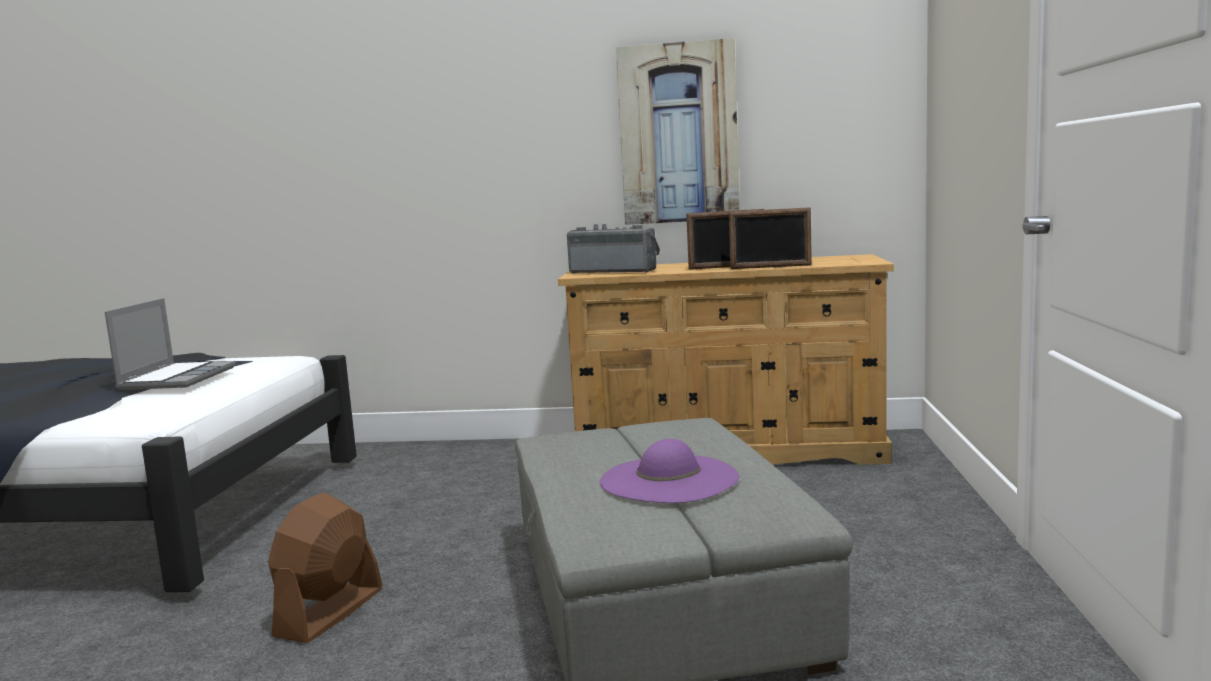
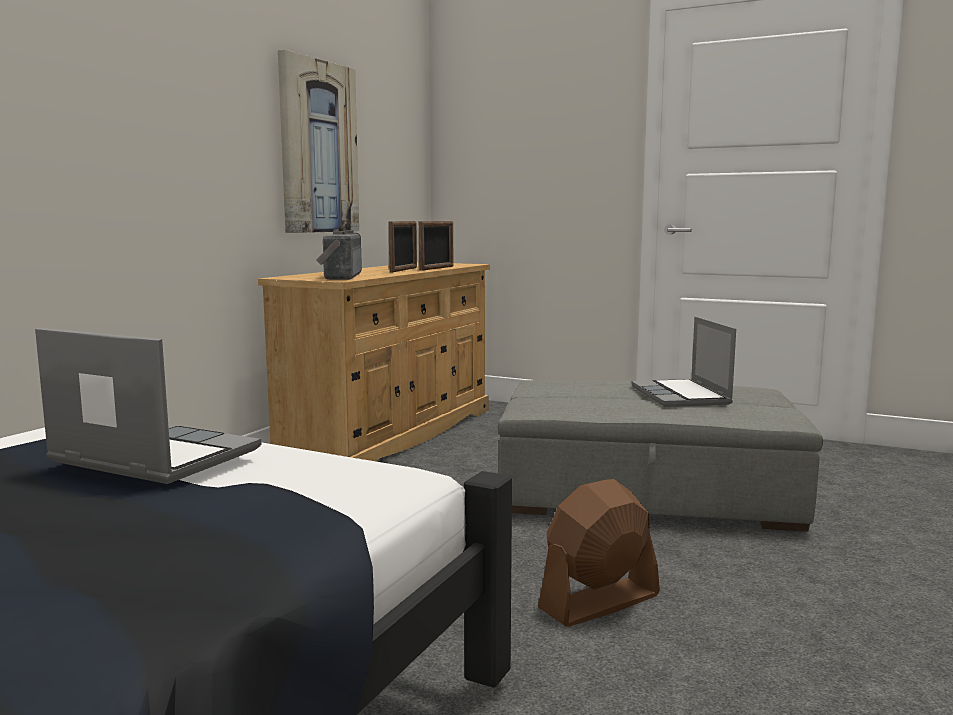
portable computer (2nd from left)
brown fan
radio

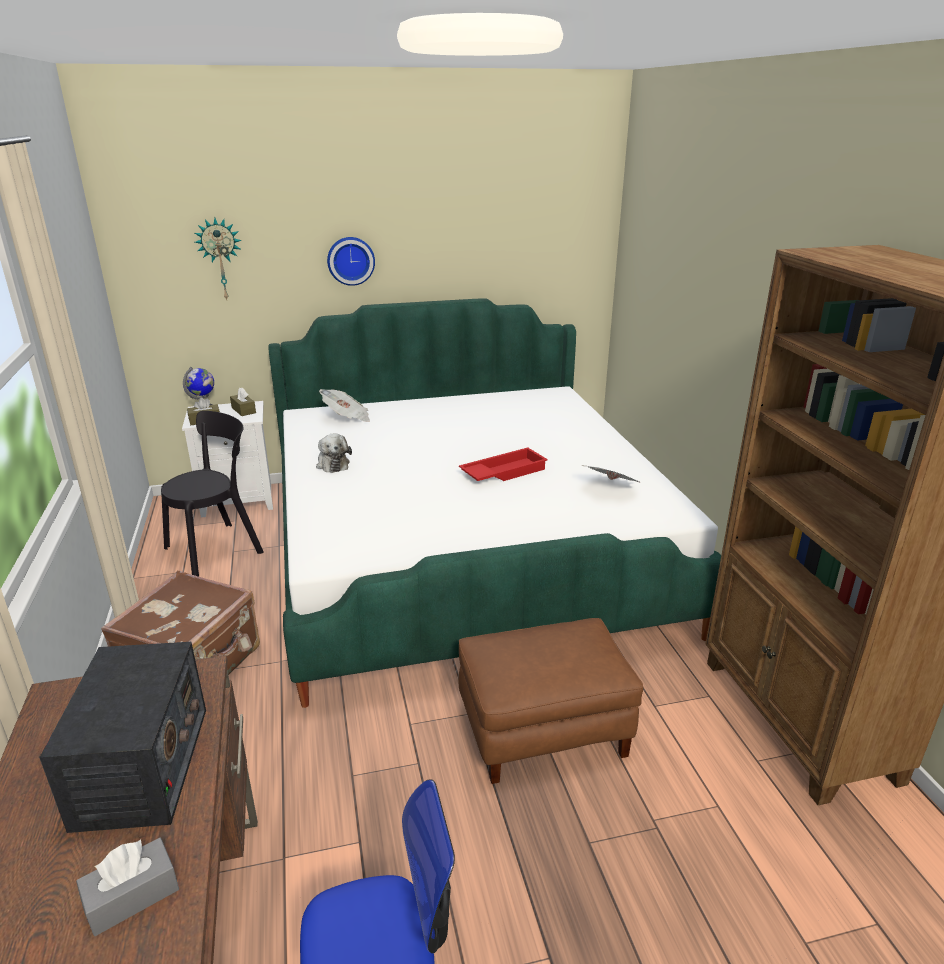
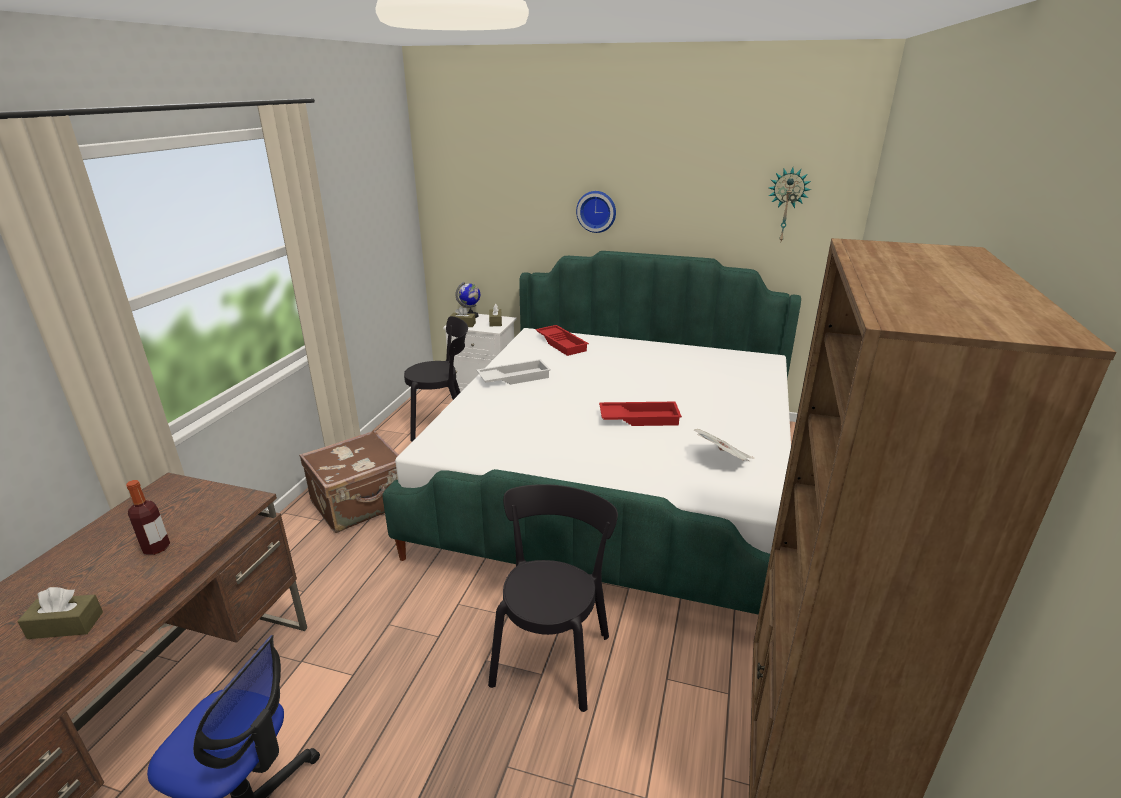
hanging clock (2nd from left)
drink bottle
white carrying tray
reddish carrying tray (1st from left)
black-coloured plain chair (2nd from left)
brown box of tissues (1st from left)

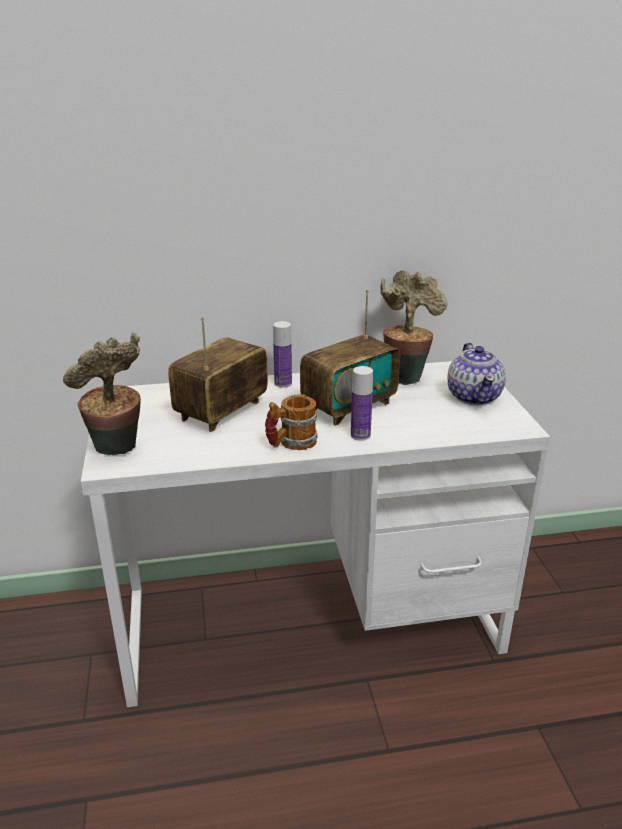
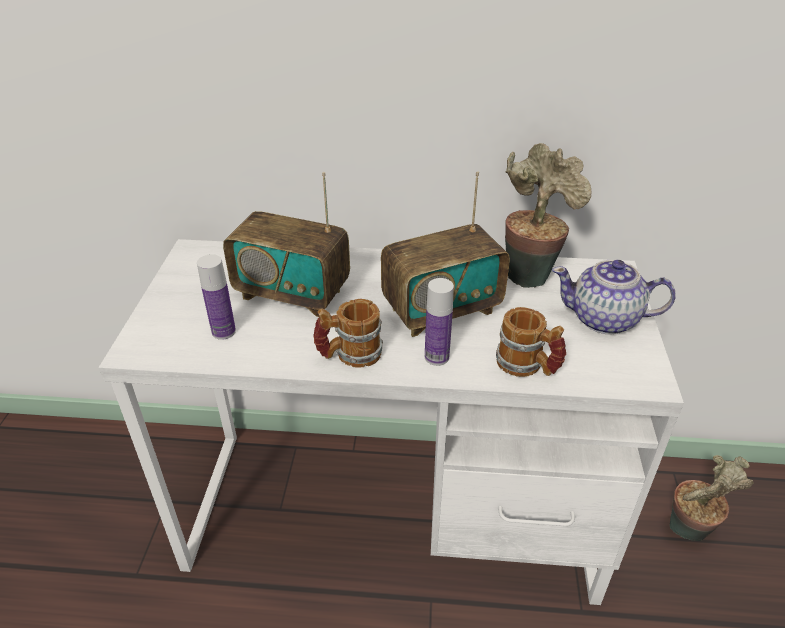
tea mug (2nd from left)
potted plant (2nd from left)
drink bottle (1st from left)
radio (1st from left)
pot for tea

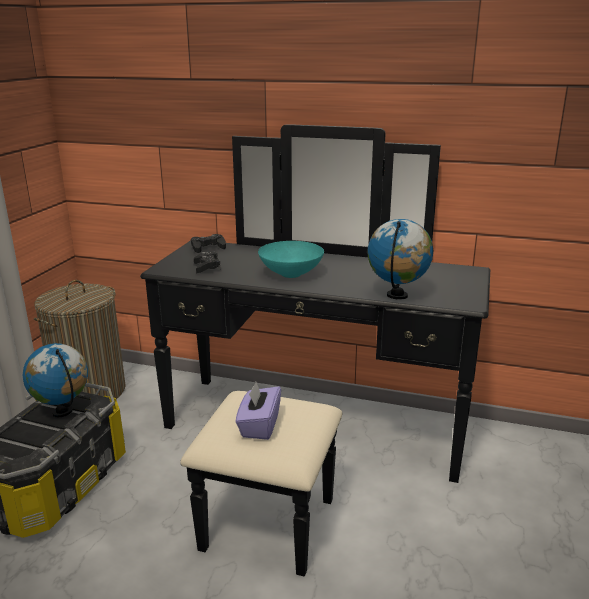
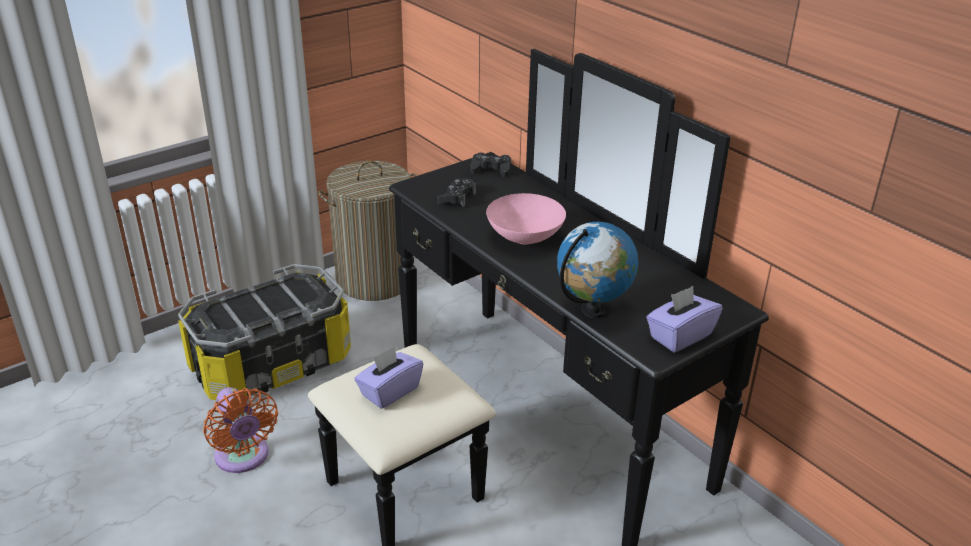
world globe (1st from left in the first image)
orange fan
purplish box of tissues (2nd from left)
pink serving bowl

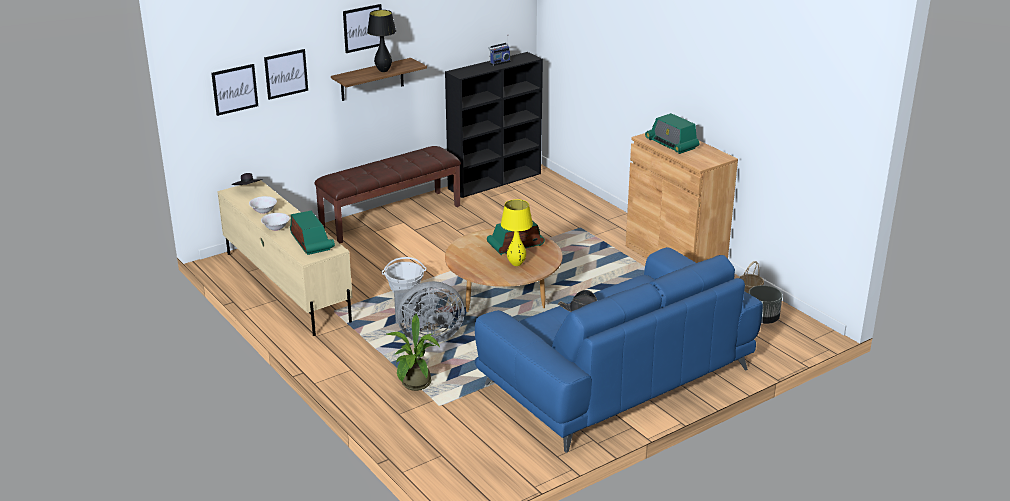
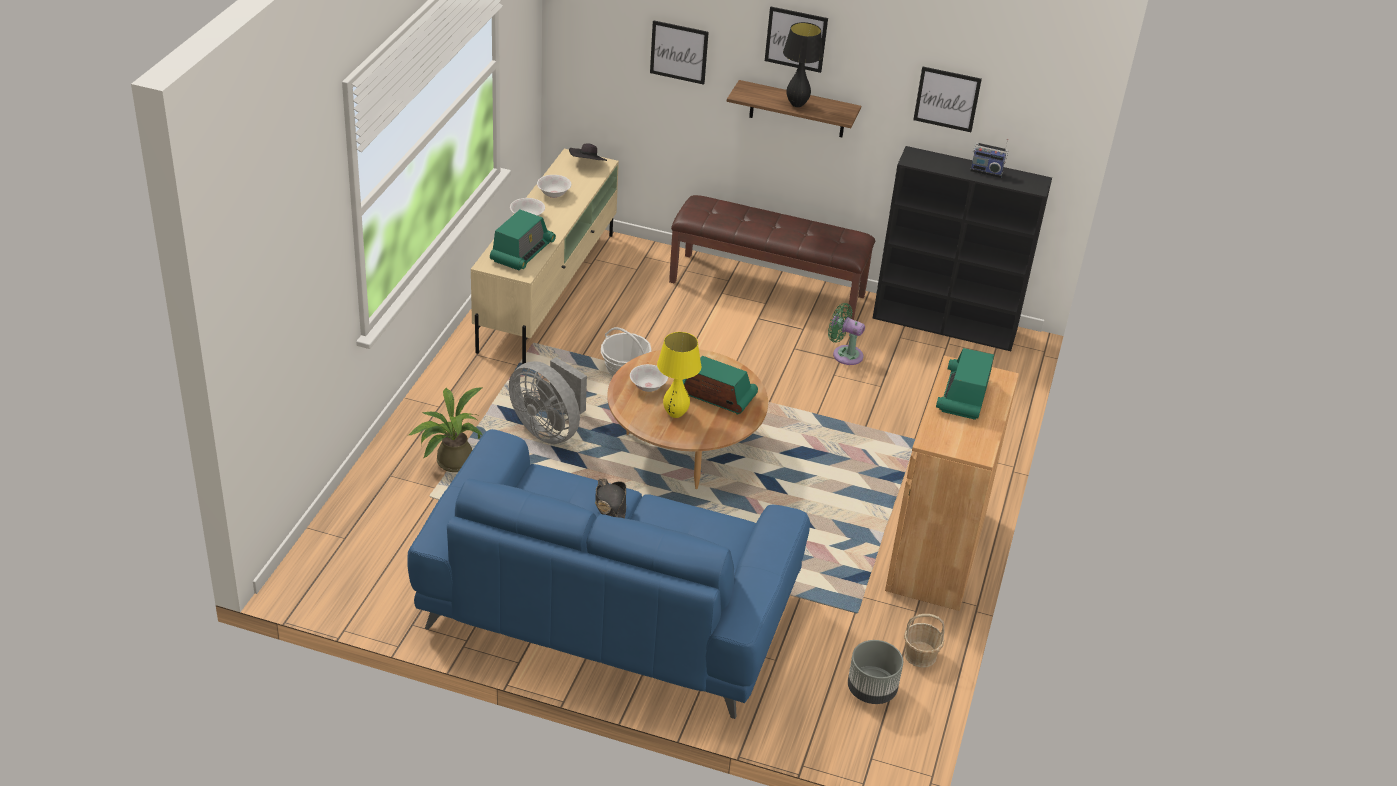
white serving bowl (3rd from left)
greenish fan
wall picture (3rd from left)

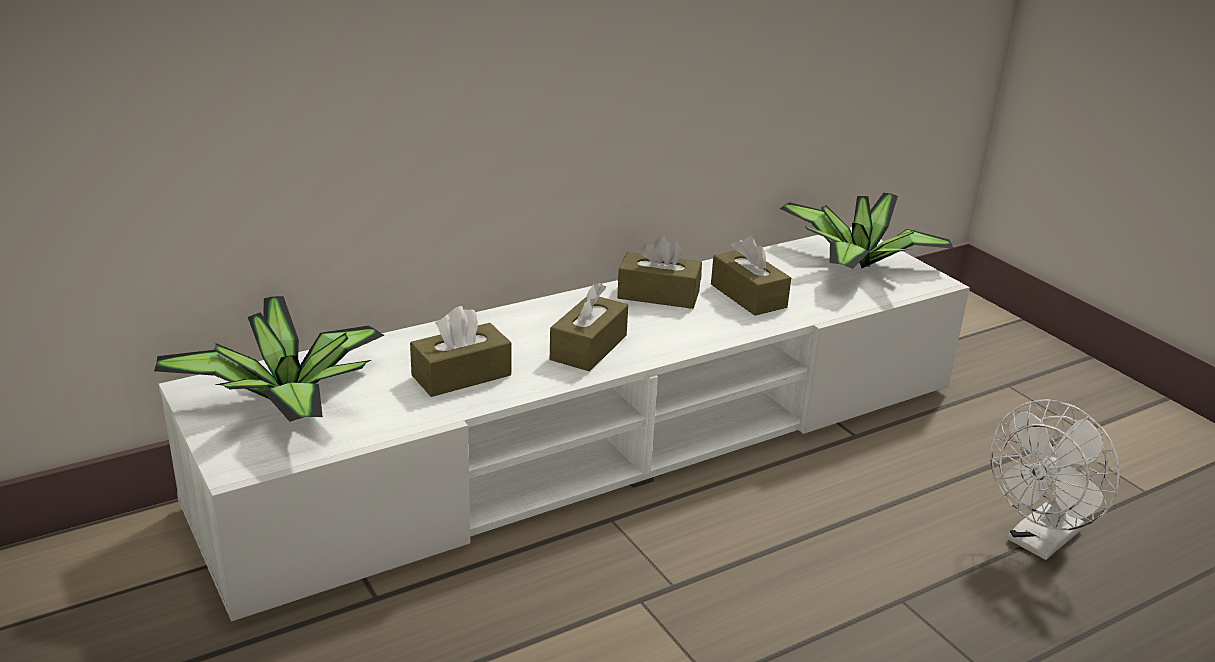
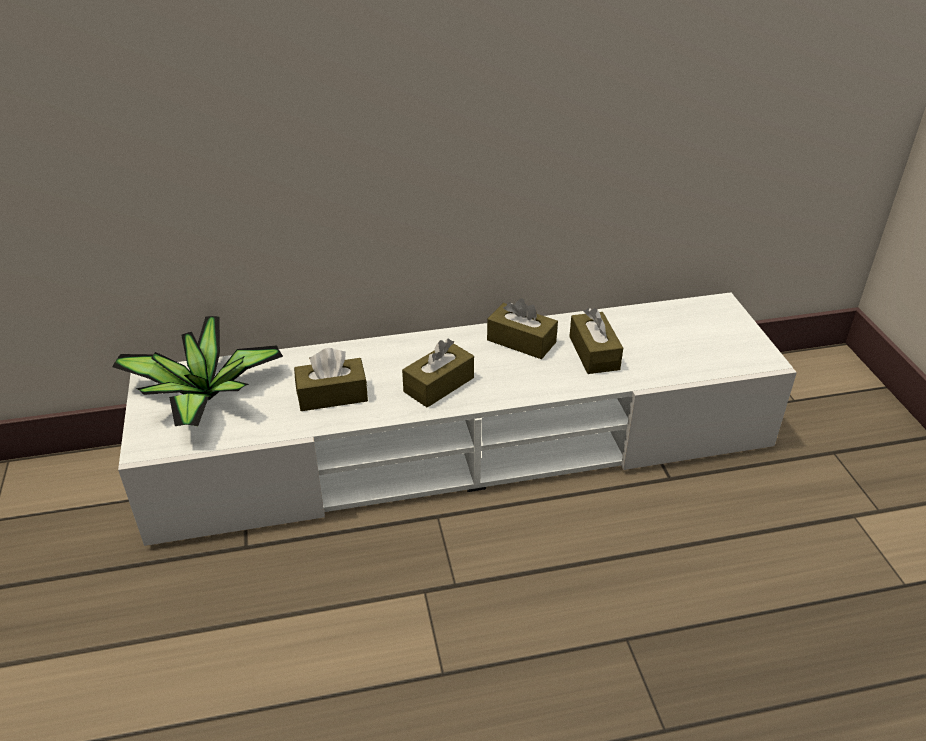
potted plant (2nd from left in the first image)
white fan

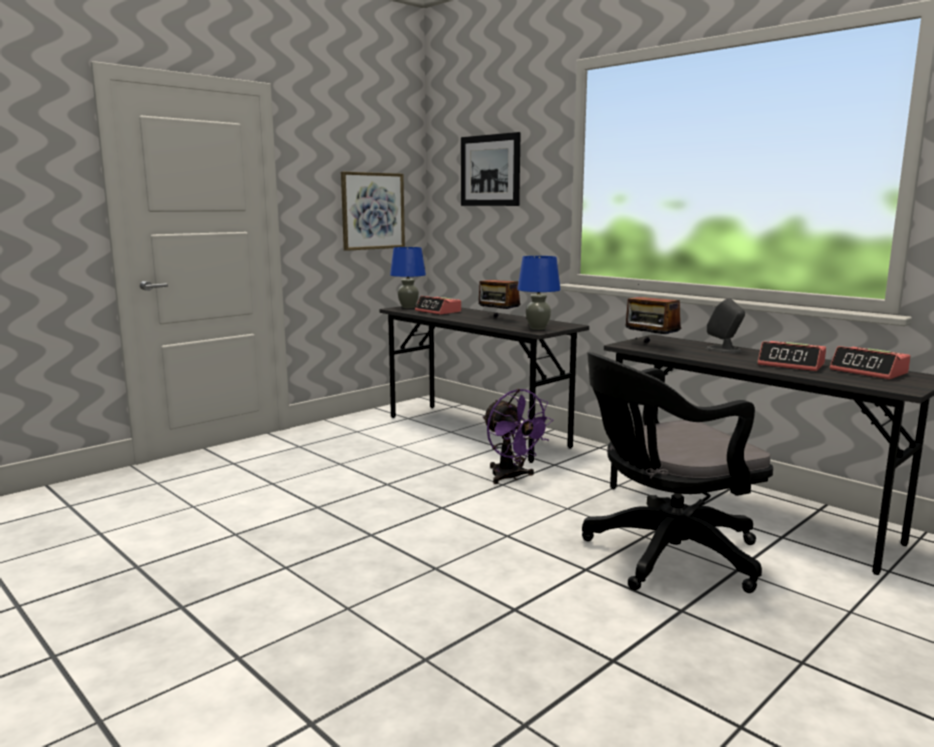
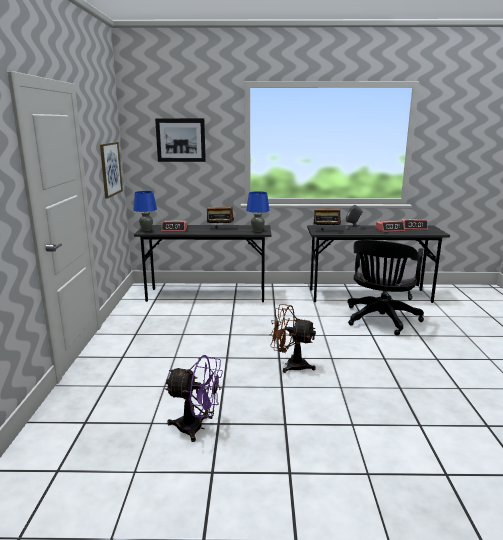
brown fan
purplish fan

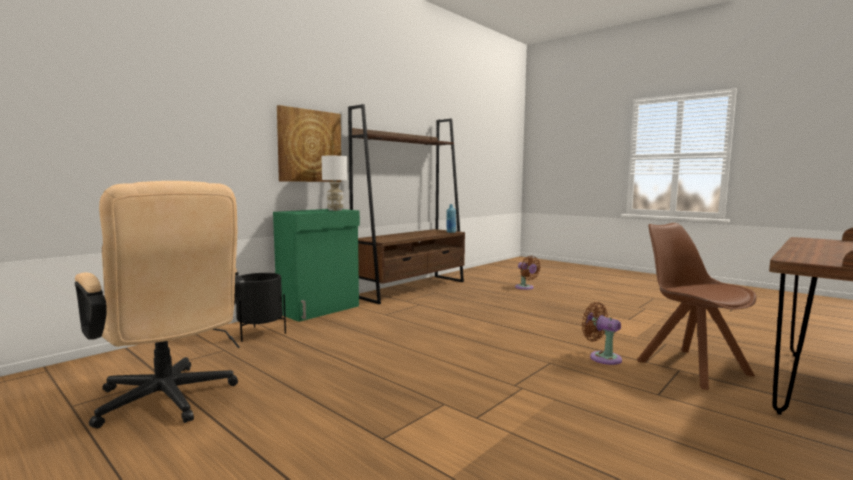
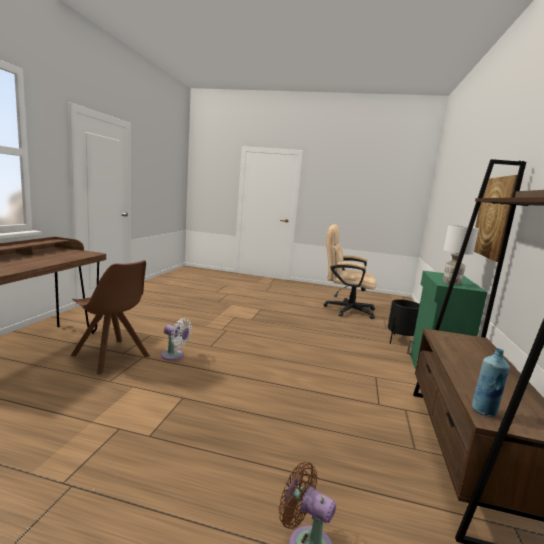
white fan

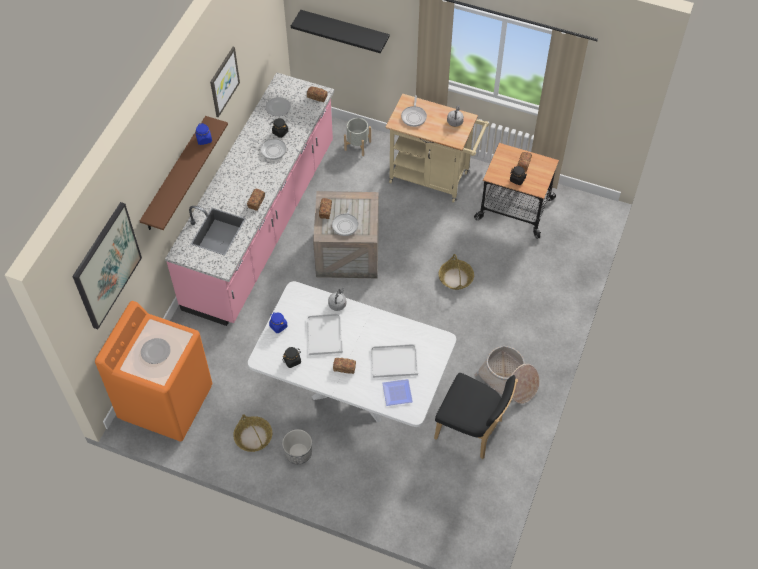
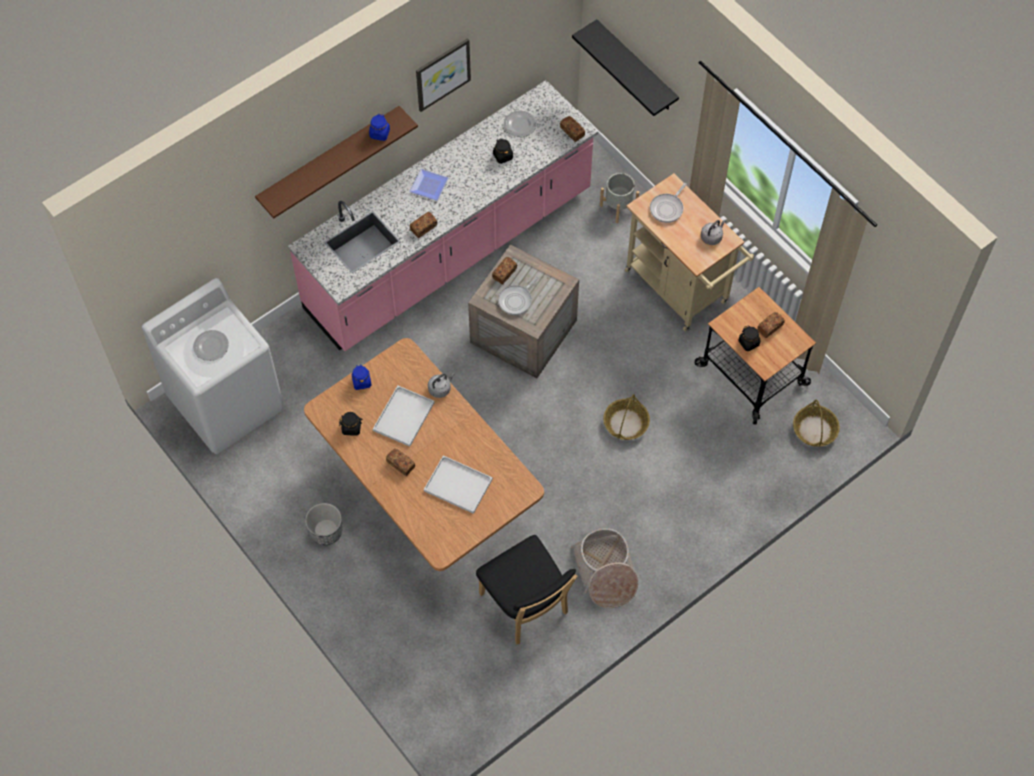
wall picture (1st from left in the first image)
skillet (1st from left in the first image)
household basket (3rd from left)
flat dish (2nd from left)
white washing machine
brown dinner table

